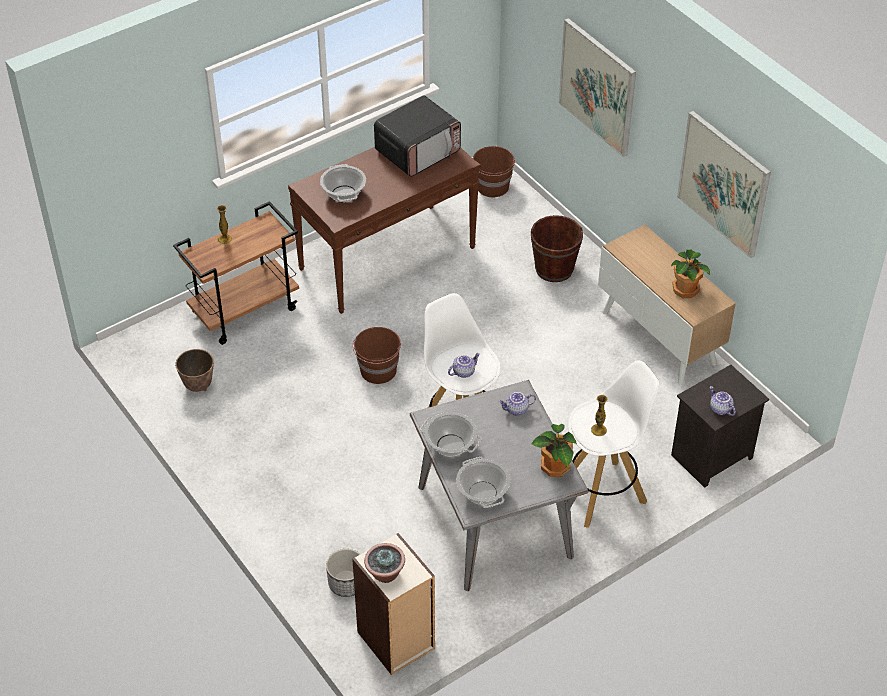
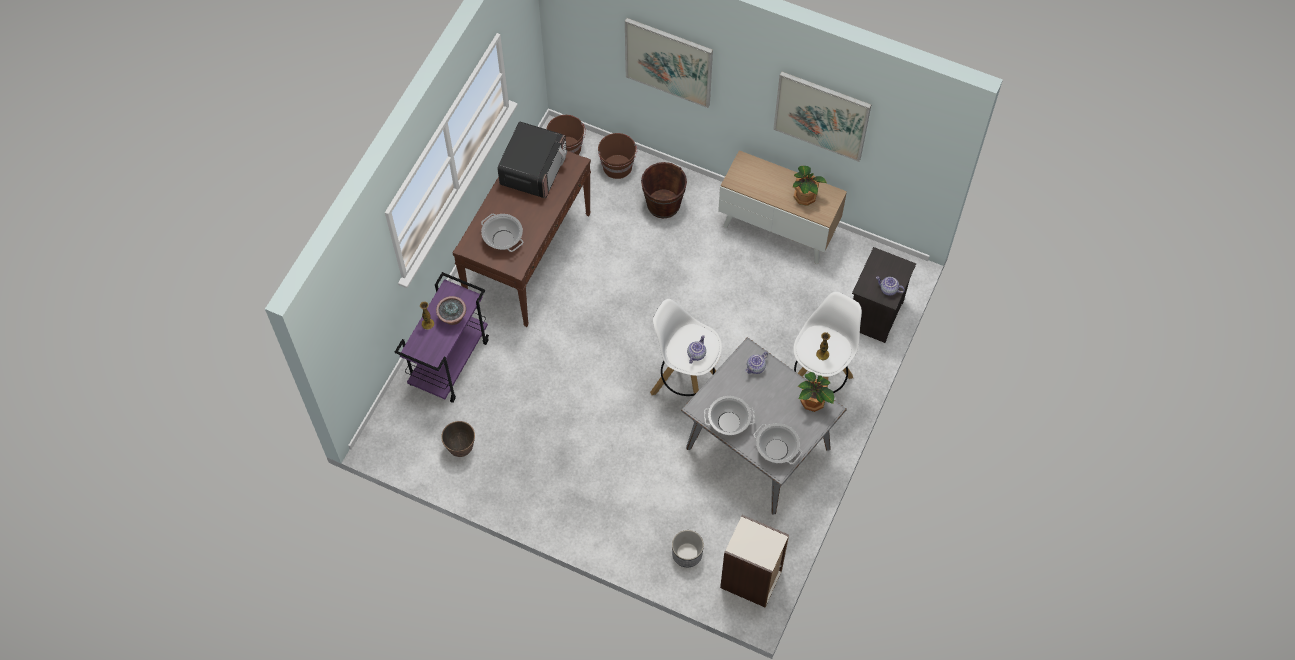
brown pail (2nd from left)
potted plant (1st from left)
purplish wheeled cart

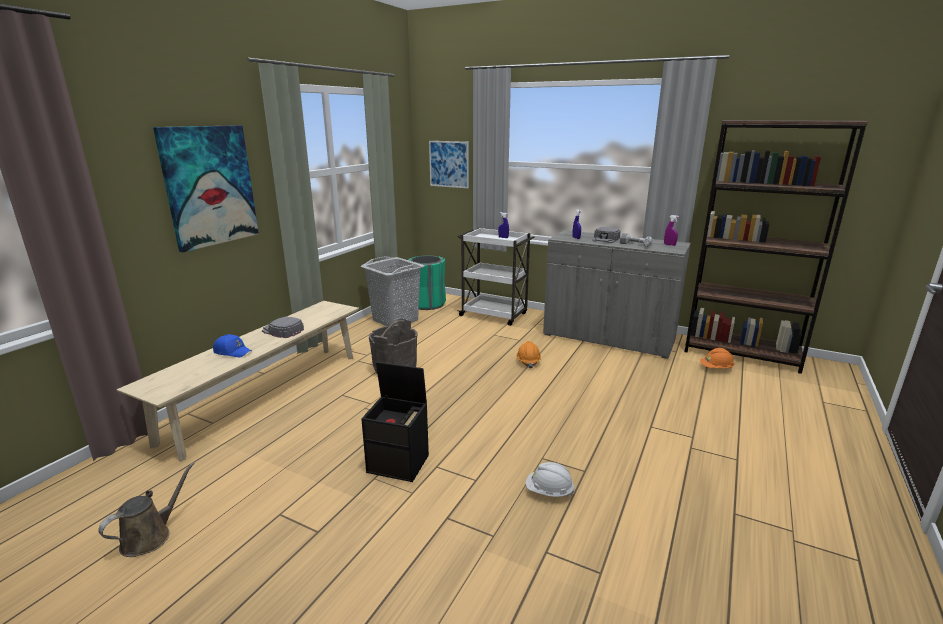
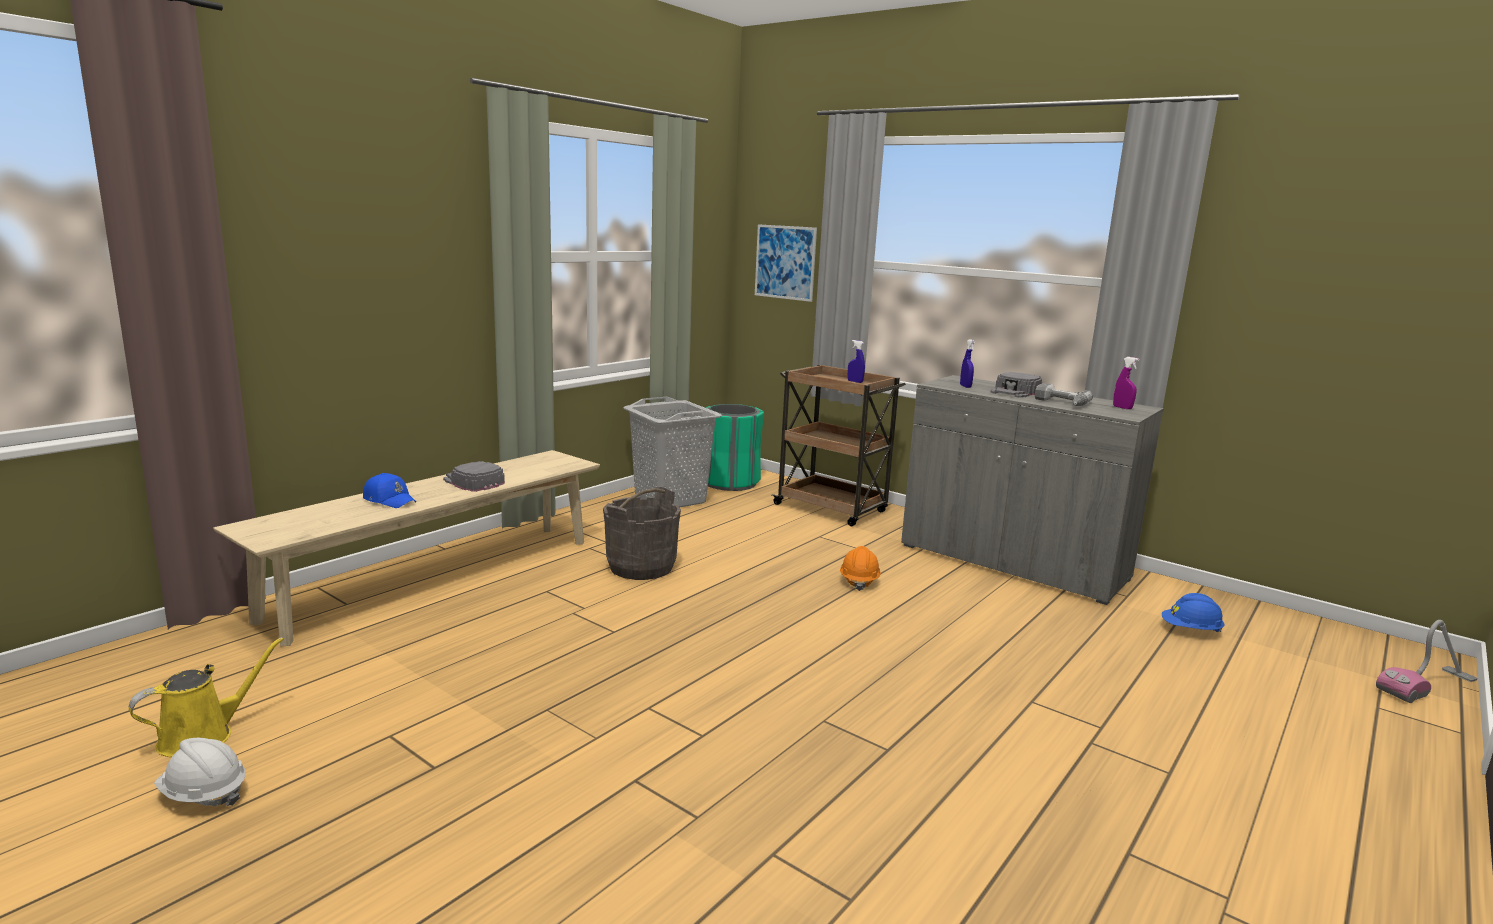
wall picture (1st from left in the first image)
black-coloured storage bin
brown bookshelf
hoover
white work helmet
yellow-coloured watering pot
brown wheeled cart
bluish work helmet

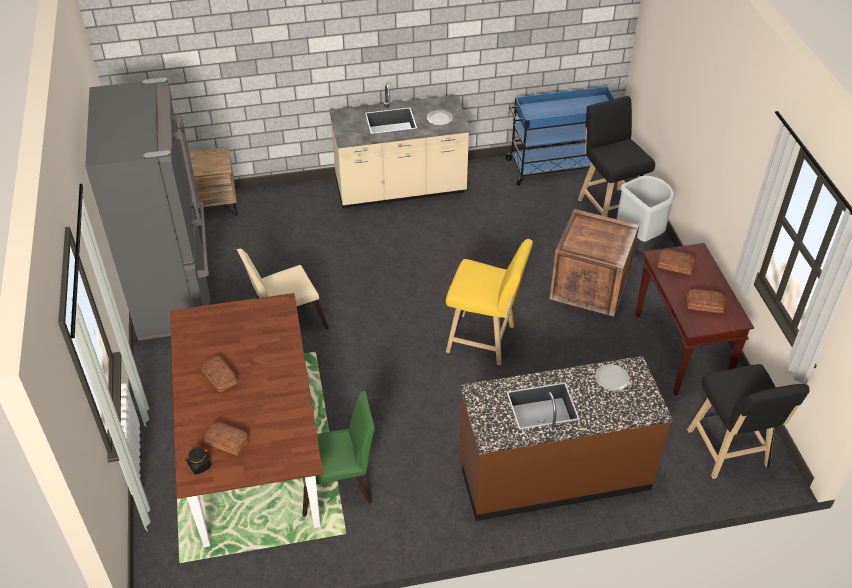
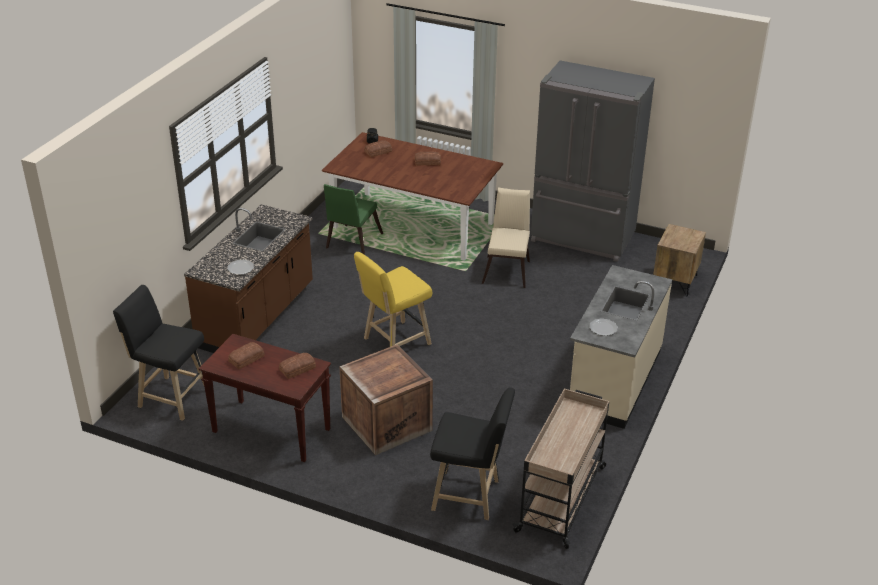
greyish waste bin
beige wheeled cart

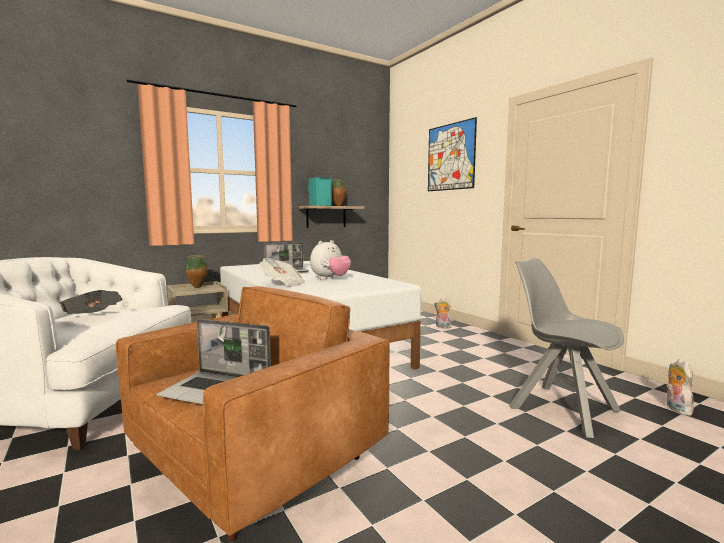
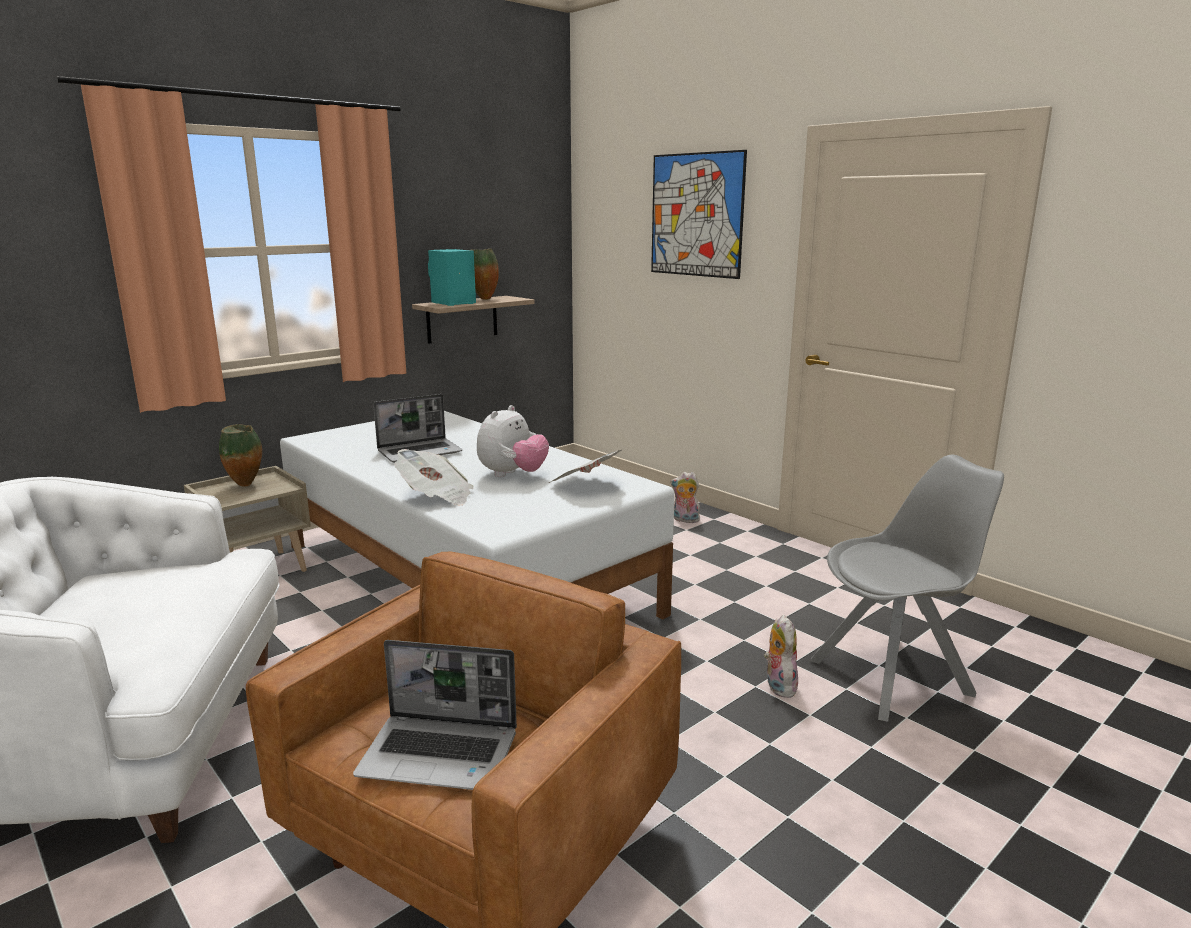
daily paper (2nd from left)
plush toy (3rd from left)
greyish plain chair

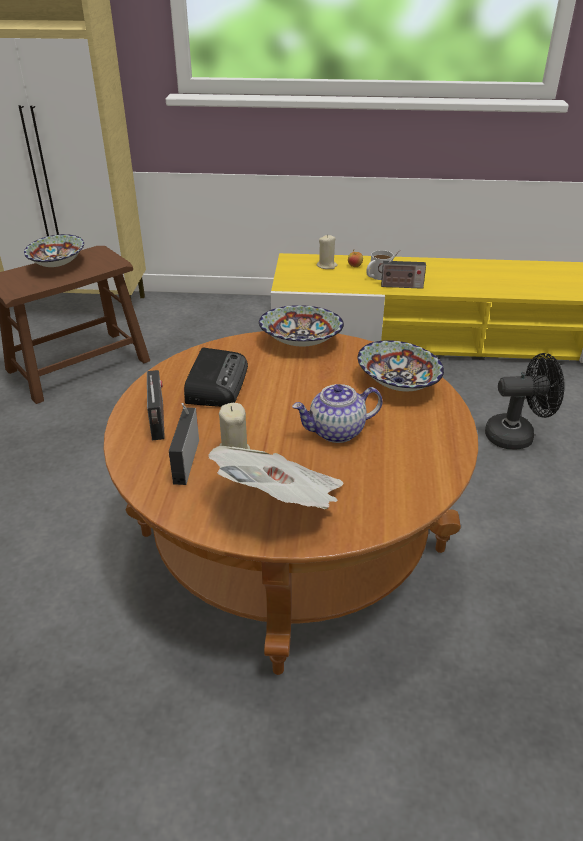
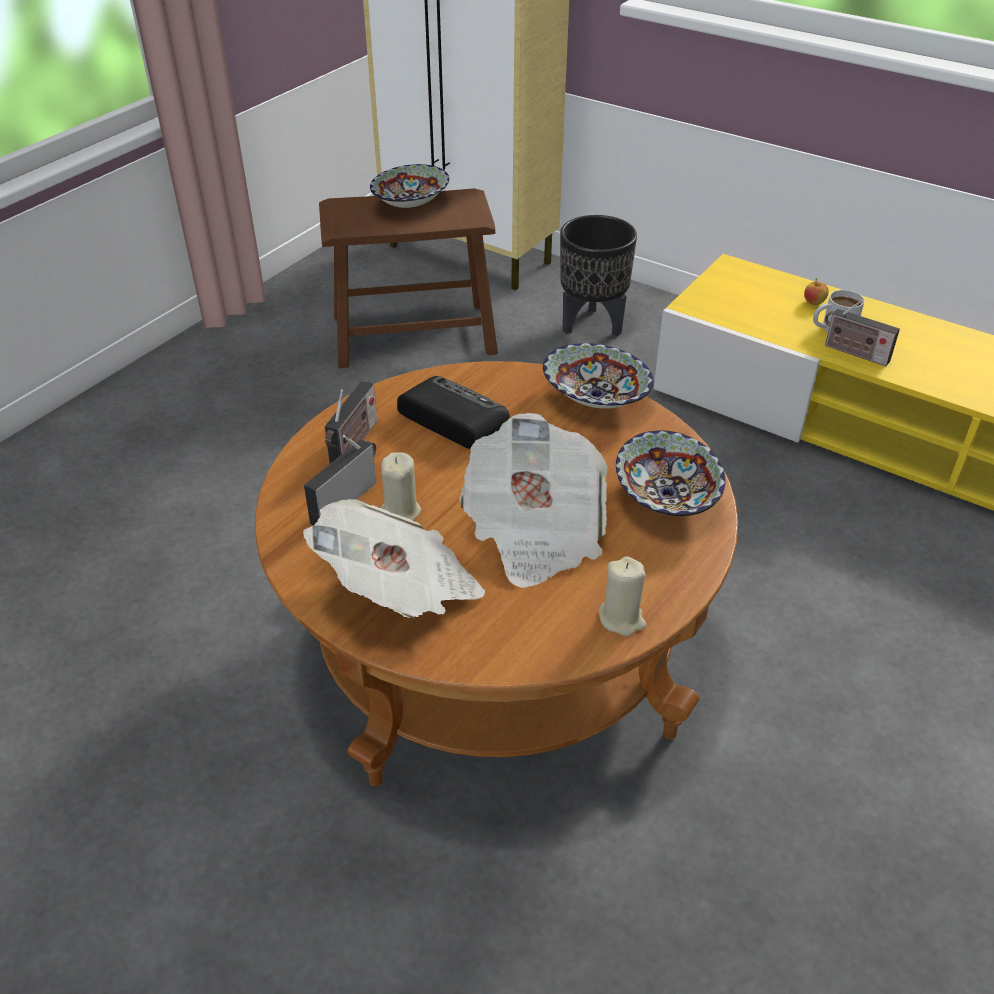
black-coloured fan
black-coloured planter
beige wax candle (2nd from left)
daily paper (2nd from left)
radio (3rd from left)

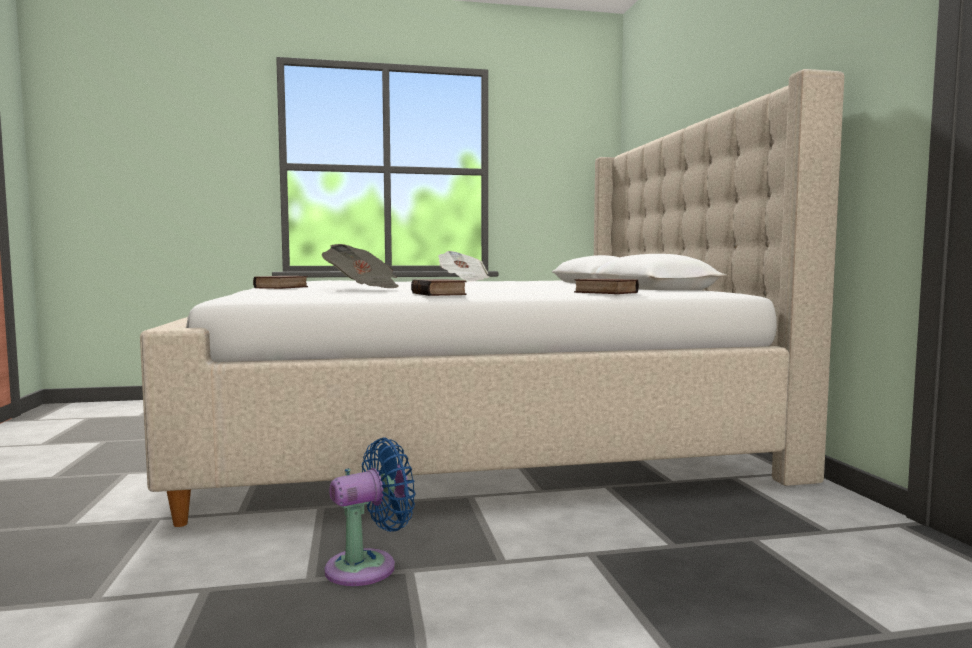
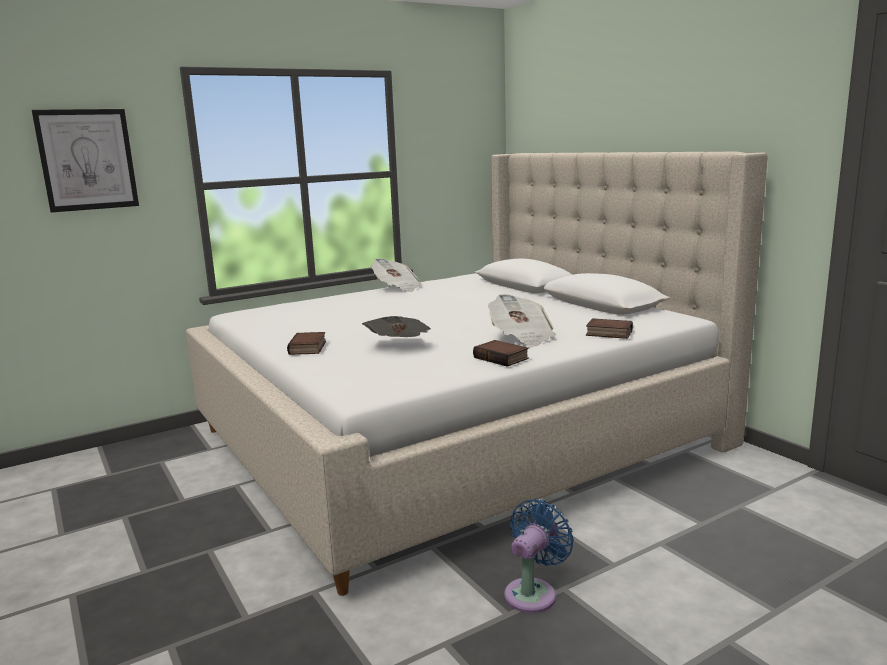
wall picture
daily paper (3rd from left)

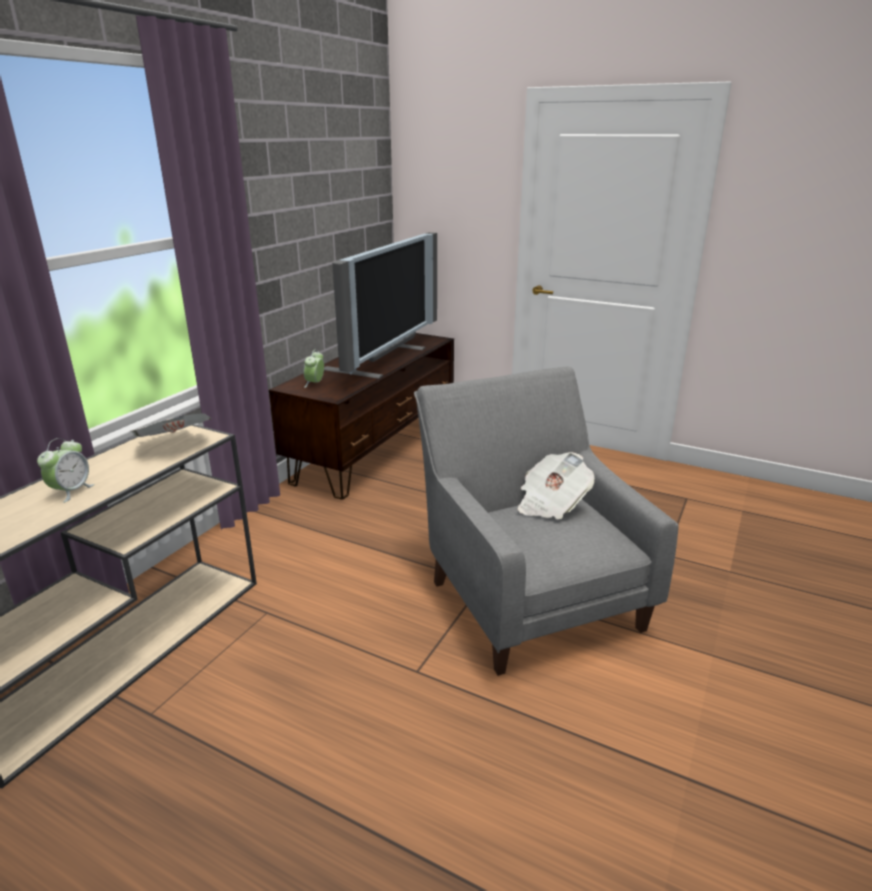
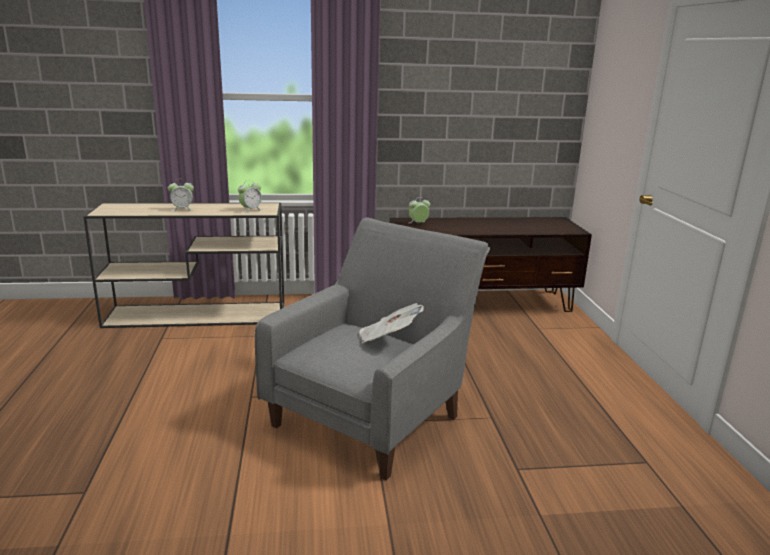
TV set
table clock (2nd from left)

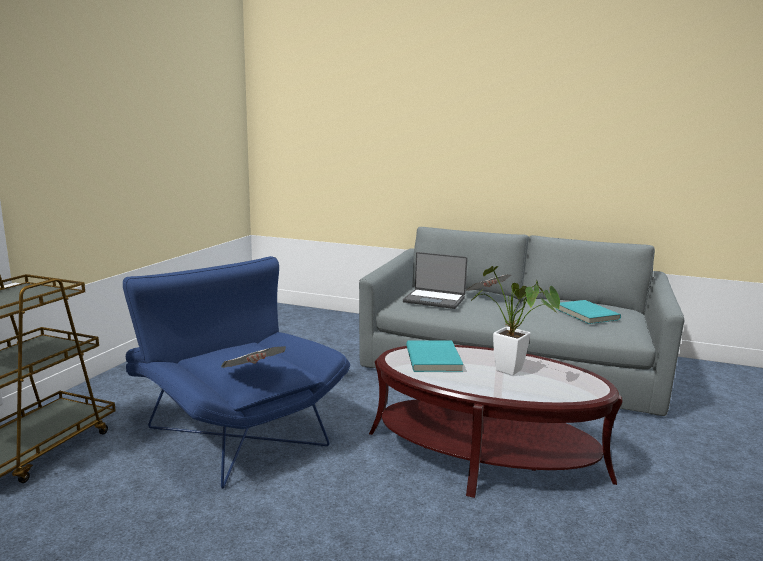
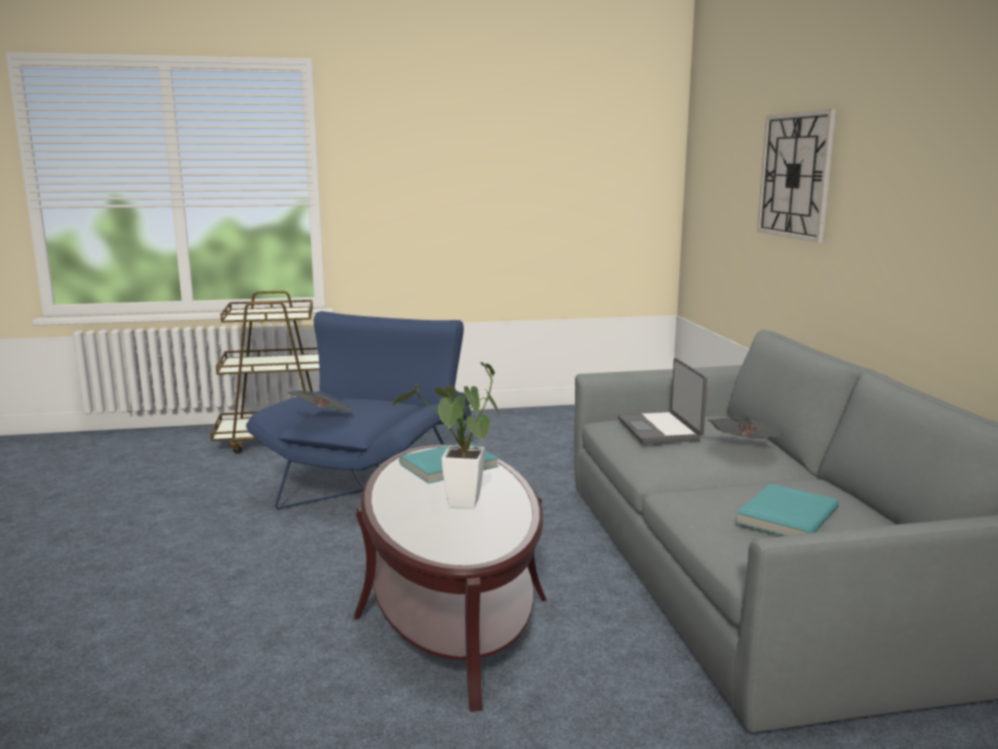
hanging clock

